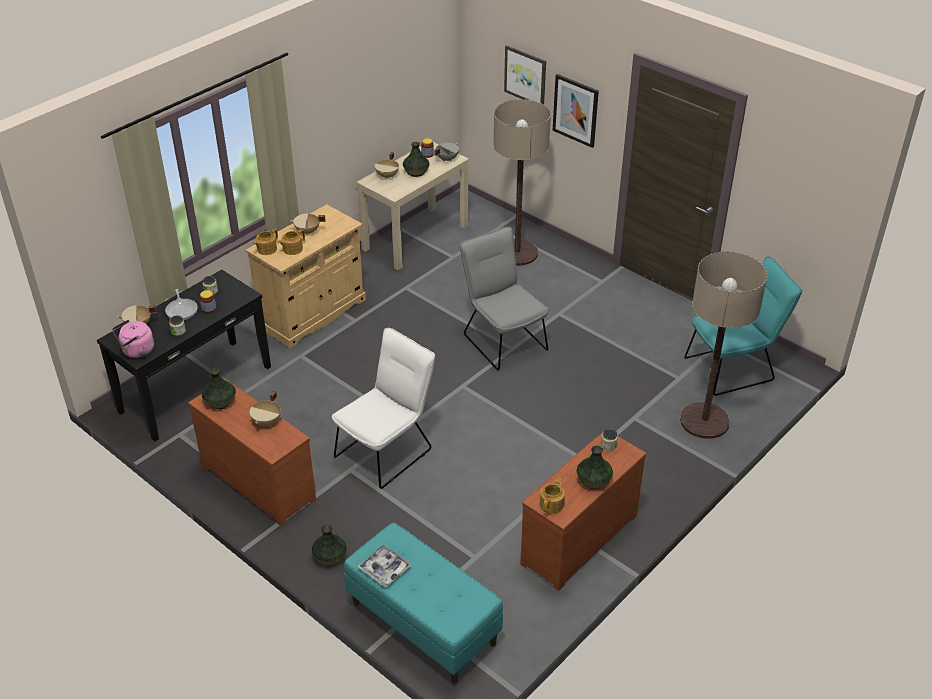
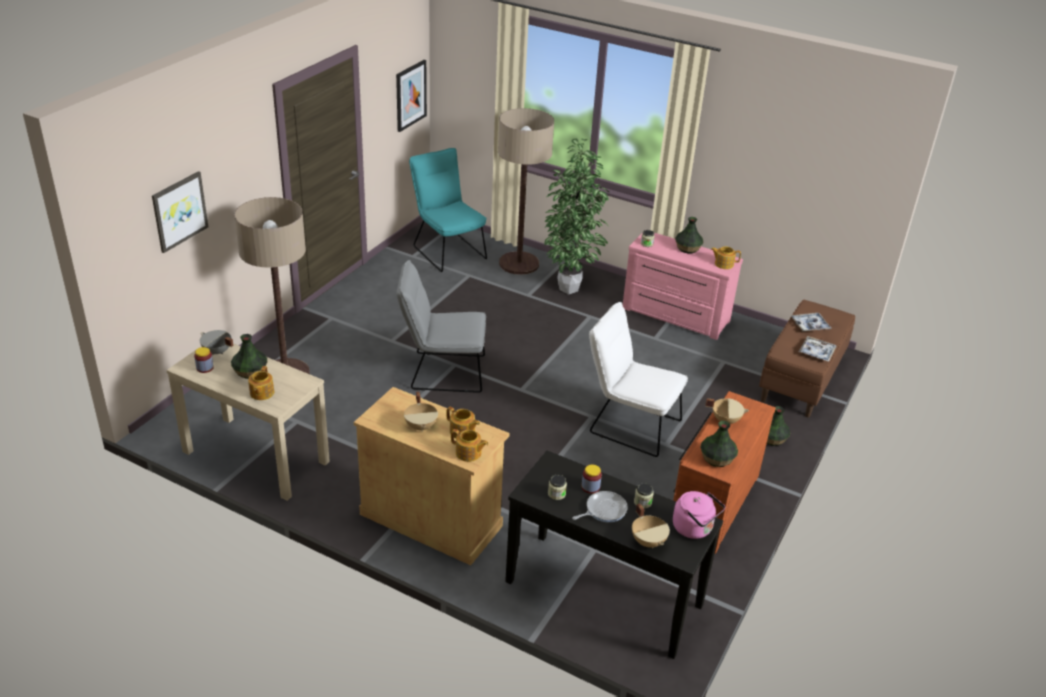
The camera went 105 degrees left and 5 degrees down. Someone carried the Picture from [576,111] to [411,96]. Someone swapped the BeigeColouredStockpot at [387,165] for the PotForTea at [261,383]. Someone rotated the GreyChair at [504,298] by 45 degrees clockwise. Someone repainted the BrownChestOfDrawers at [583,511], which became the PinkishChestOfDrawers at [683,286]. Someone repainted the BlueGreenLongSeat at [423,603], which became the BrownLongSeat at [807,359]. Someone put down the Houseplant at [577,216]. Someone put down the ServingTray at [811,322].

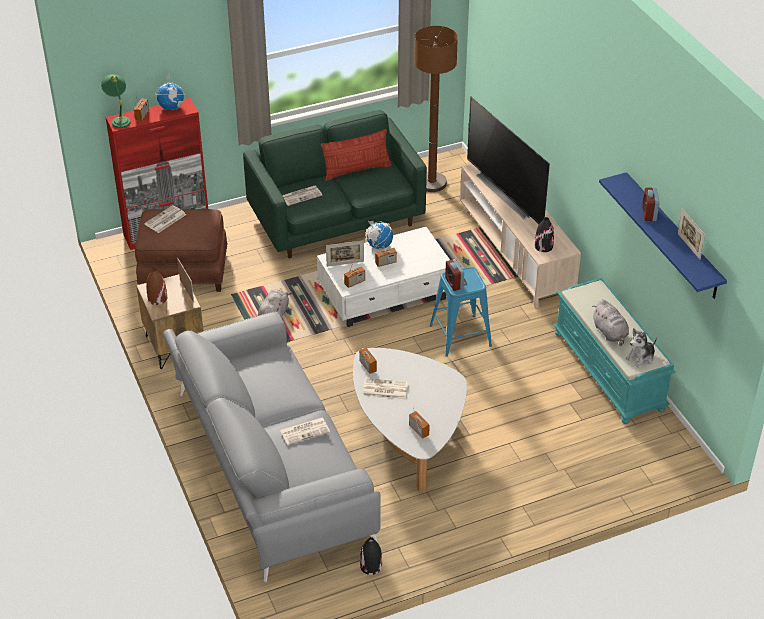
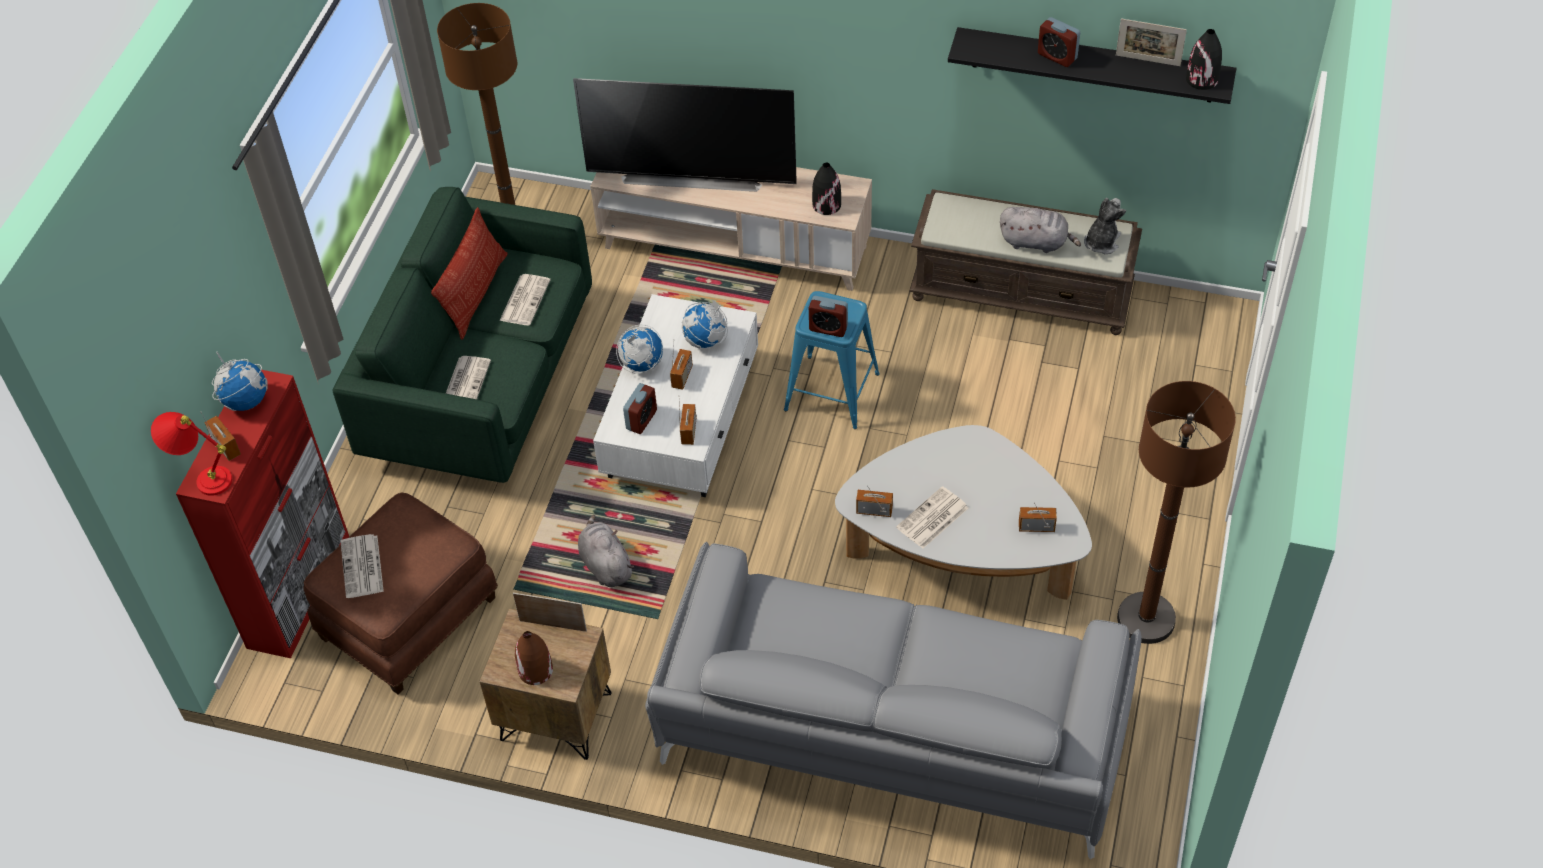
The camera went 50 degrees left and 10 degrees up. Someone repainted the GreenishTabletopLamp at [116,101], which became the RedTabletopLamp at [191,454]. Someone repainted the BlueShelf at [663,235], which became the BlackColouredShelf at [1092,65]. Someone swapped the PictureFrame at [345,253] for the AlarmClock at [640,408]. Someone repainted the BlueGreenLongSeat at [614,351], which became the BrownLongSeat at [1026,262]. Someone rotated the PlushToy at [641,348] by 150 degrees counterclockwise. Someone carried the PrintedPaper from [305,431] to [525,300]. Someone carried the BlackColouredVase from [371,556] to [1204,59]. Someone put down the WorldGlobe at [705,323]. Someone put down the BrownStandingLamp at [1176,512].

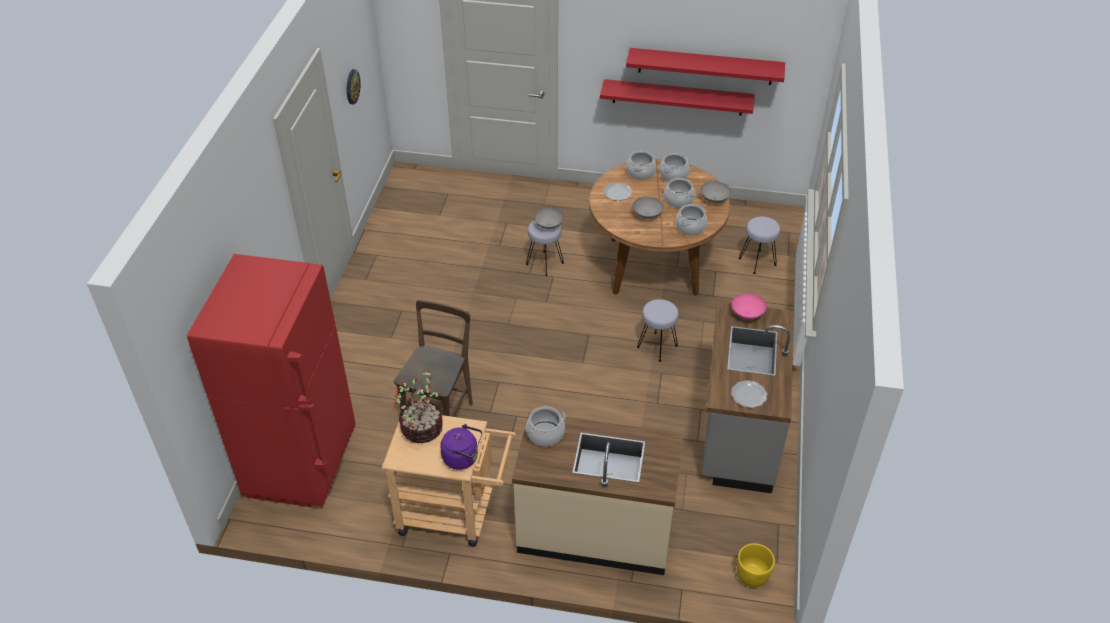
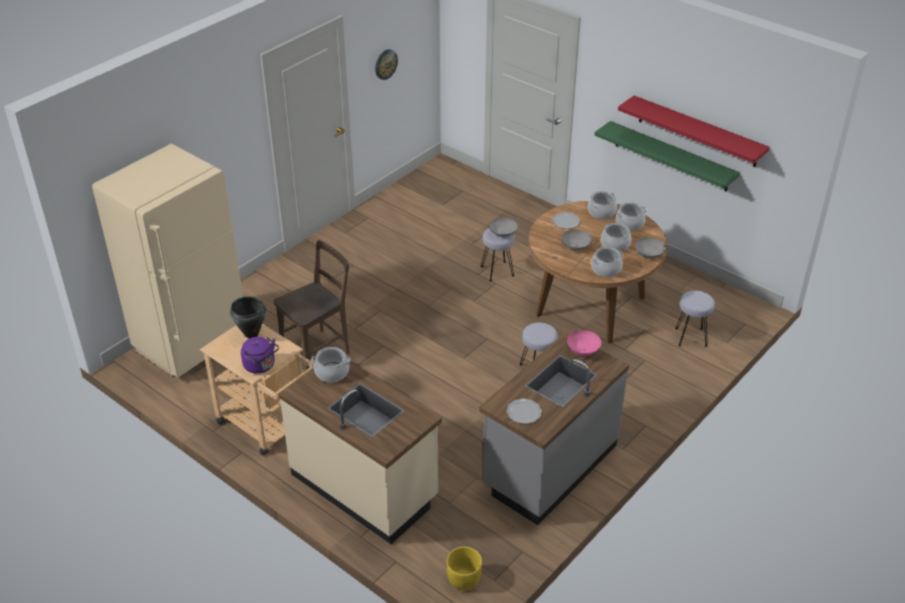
The camera went 30 degrees right and 5 degrees down. Someone repainted the RedShelf at [677,97], which became the GreenishShelf at [667,156]. Someone repainted the RedRefrigerator at [271,380], which became the BeigeColouredRefrigerator at [167,261]. Someone swapped the Houseplant at [418,406] for the BlackColouredStockpot at [248,317].

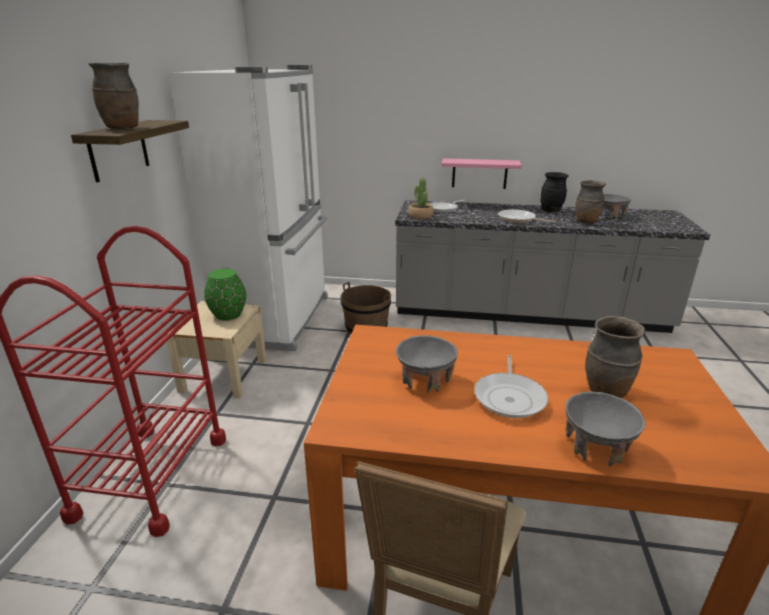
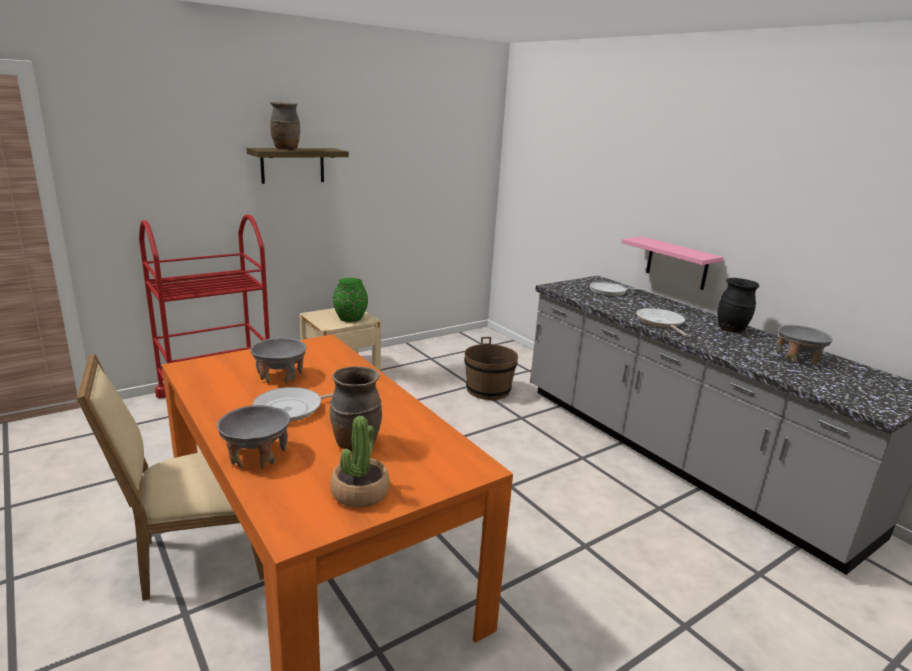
The camera went 45 degrees right and 5 degrees down. Someone took away the WhitishRefrigerator at [248,208]. Someone carried the Houseplant from [421,198] to [360,462]. Someone took away the BrownVase at [590,201].

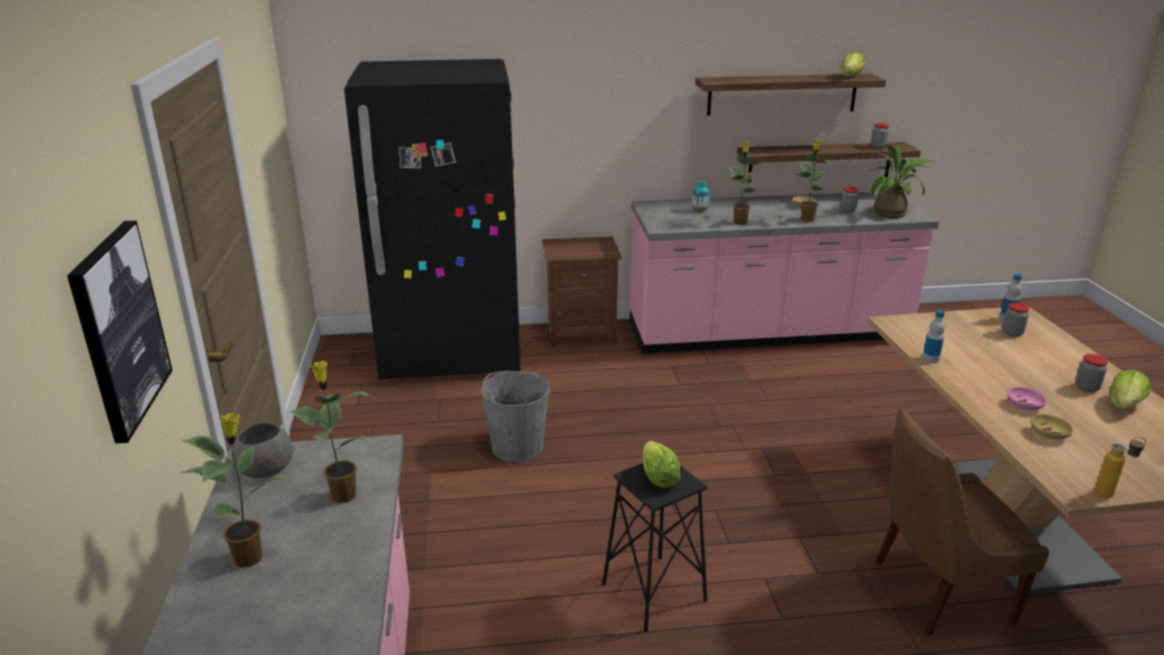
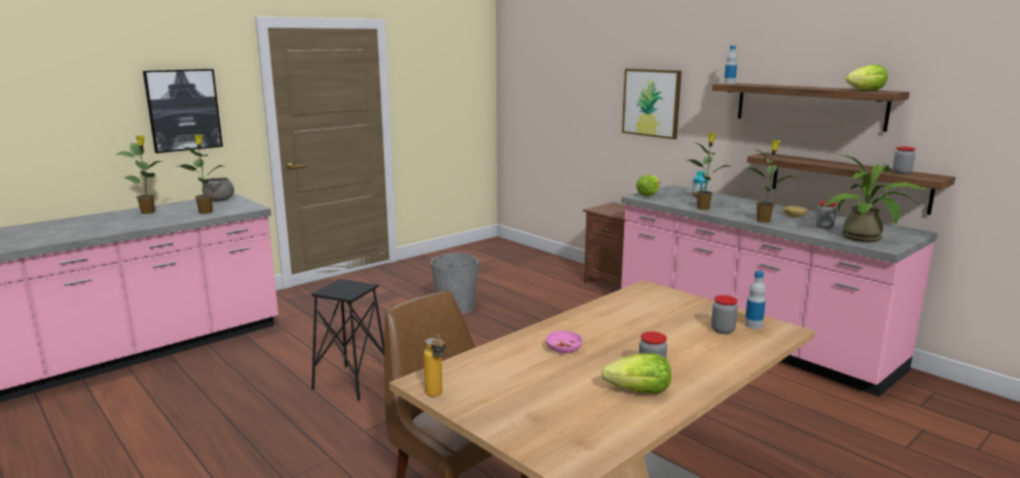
The camera went 55 degrees right and 10 degrees down. Someone took away the BlackColouredRefrigerator at [432,219]. Someone carried the Bottle from [933,337] to [730,65]. Someone took away the BeigeColouredBowl at [1052,427]. Someone carried the HeadOfLettuce from [662,464] to [648,185]. Someone put up the Picture at [652,104].

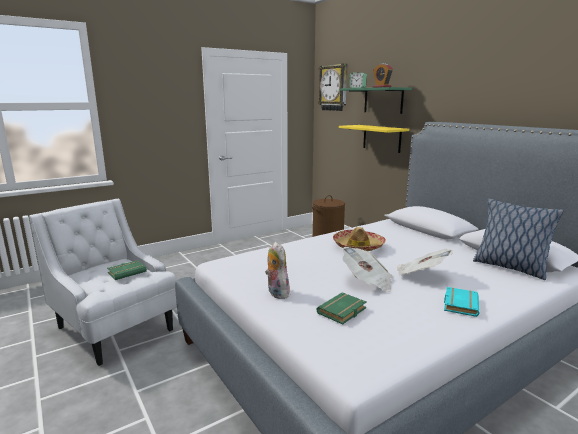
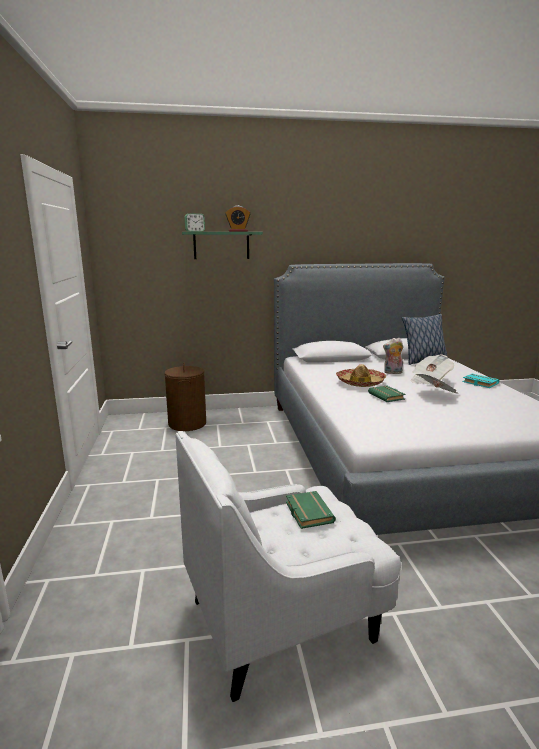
The camera went 65 degrees left and 0 degrees up. Someone took away the ClockOnTheWall at [333,87]. Someone took away the YellowShelf at [374,139]. Someone carried the PlushToy from [277,270] to [393,356]. Someone carried the GreenishVolume from [341,308] to [387,394].

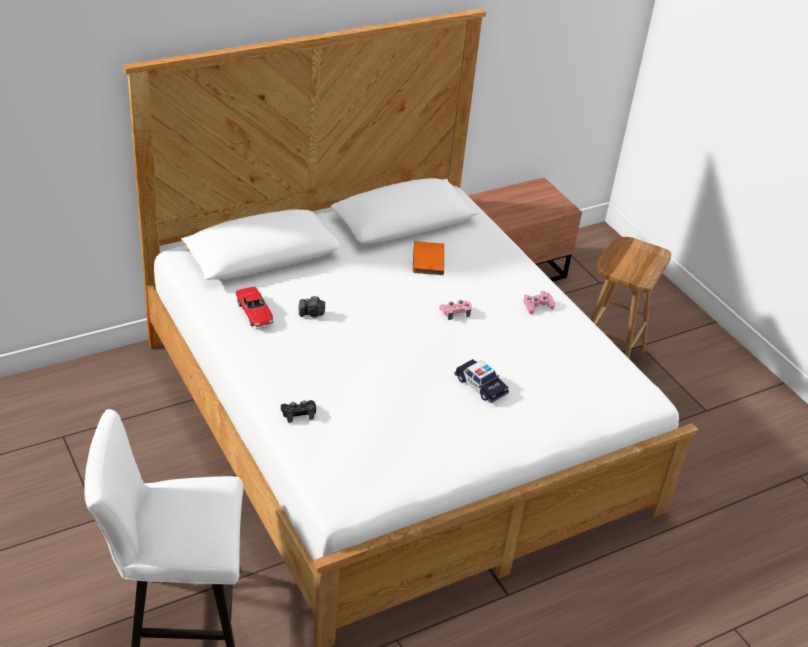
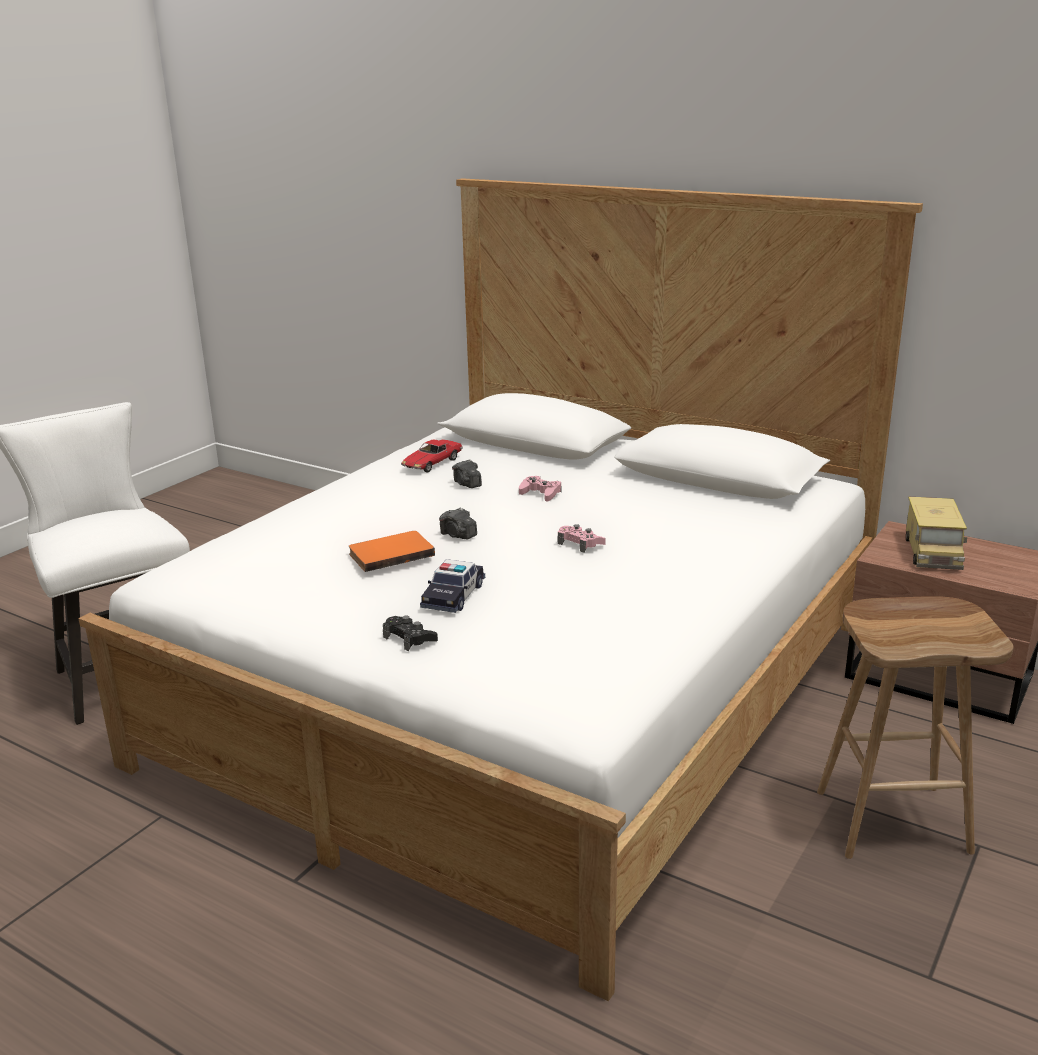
The camera went 65 degrees right and 15 degrees down. Someone carried the OrangeVolume from [428,258] to [392,551]. Someone carried the PinkishGameController from [539,302] to [540,489]. Someone carried the BlackColouredGameController from [298,411] to [410,633]. Someone put down the ToyLorry at [936,533]. Someone put down the StillCamera at [458,523].

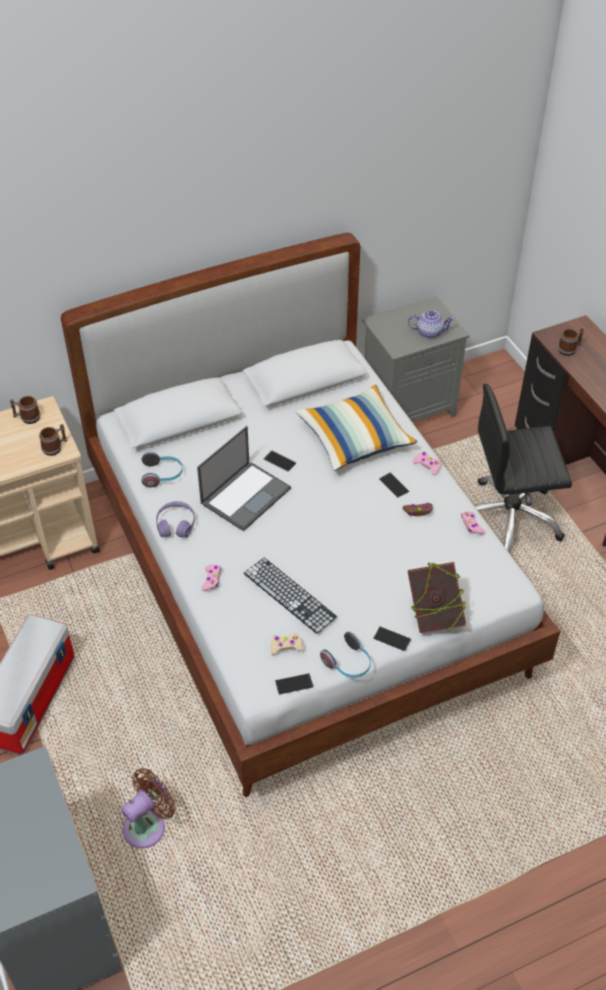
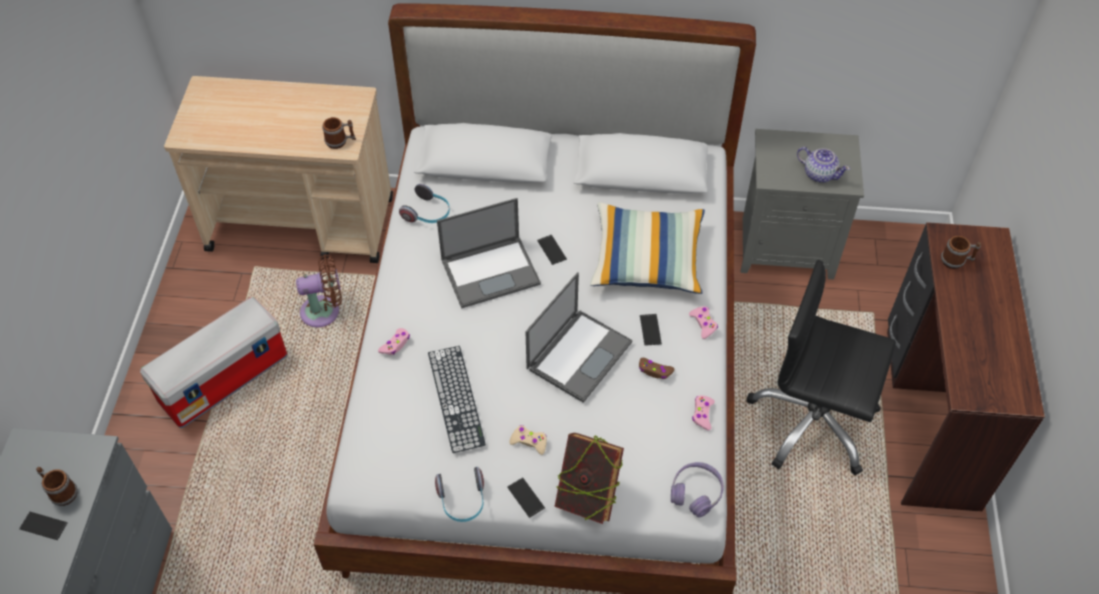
The camera went 30 degrees right and 5 degrees up. Someone carried the TeaMug from [25,410] to [57,486]. Someone carried the PurplePairOfHeadphones from [175,519] to [697,489]. Someone carried the BeigeColouredGameController from [286,644] to [528,440]. Someone carried the Handset from [294,683] to [43,526]. Someone carried the BrownCoolingFan from [148,808] to [319,290]. Someone put down the NotebookComputer at [578,337].

